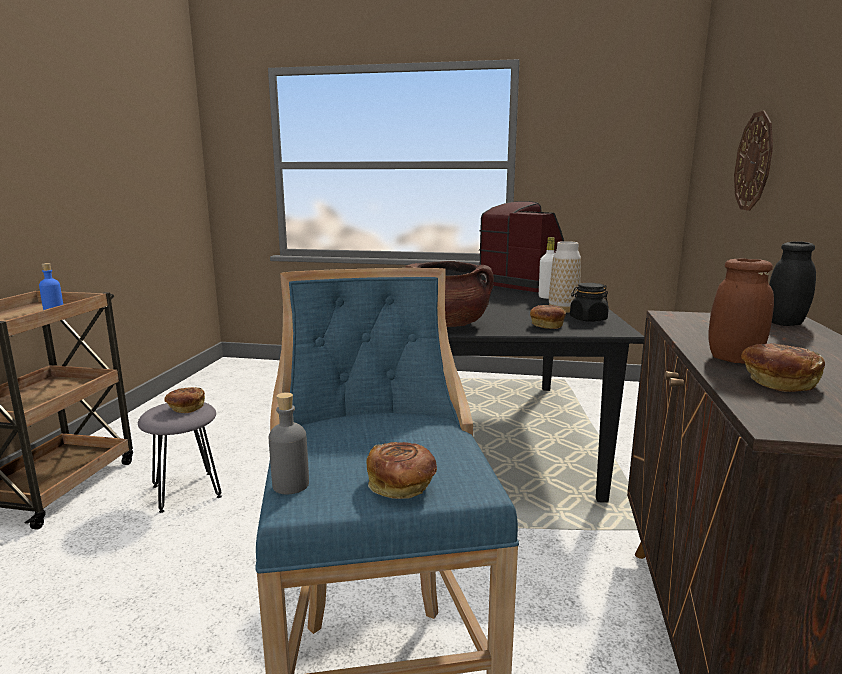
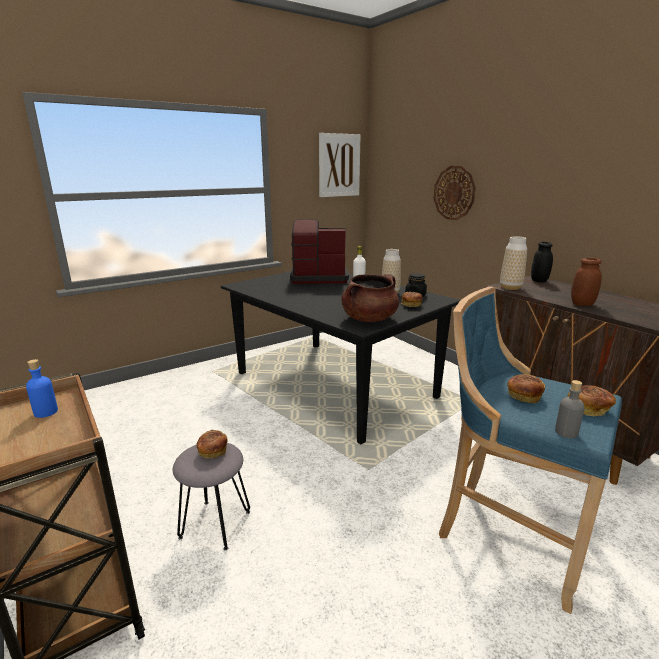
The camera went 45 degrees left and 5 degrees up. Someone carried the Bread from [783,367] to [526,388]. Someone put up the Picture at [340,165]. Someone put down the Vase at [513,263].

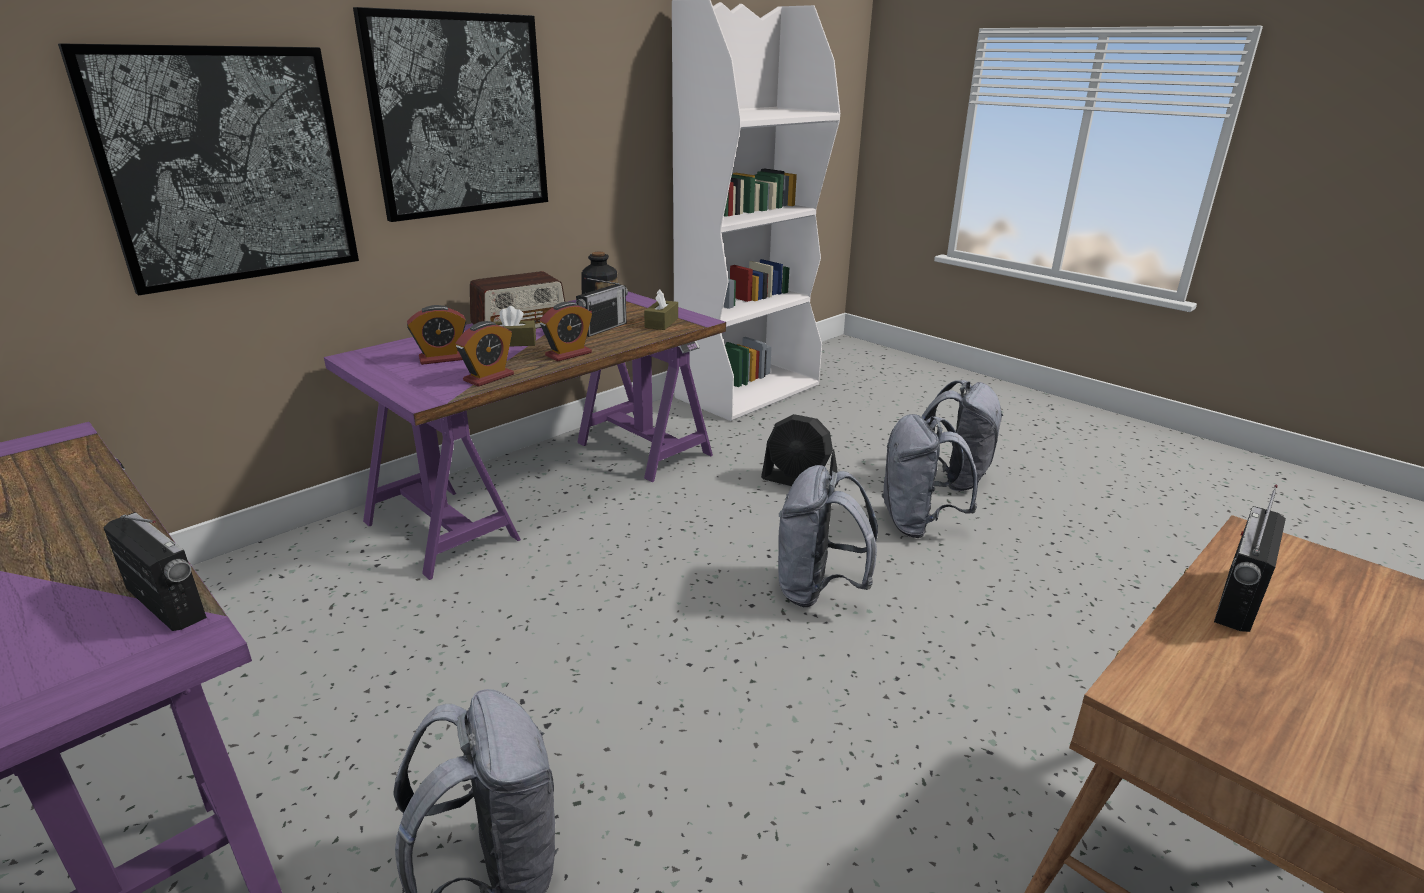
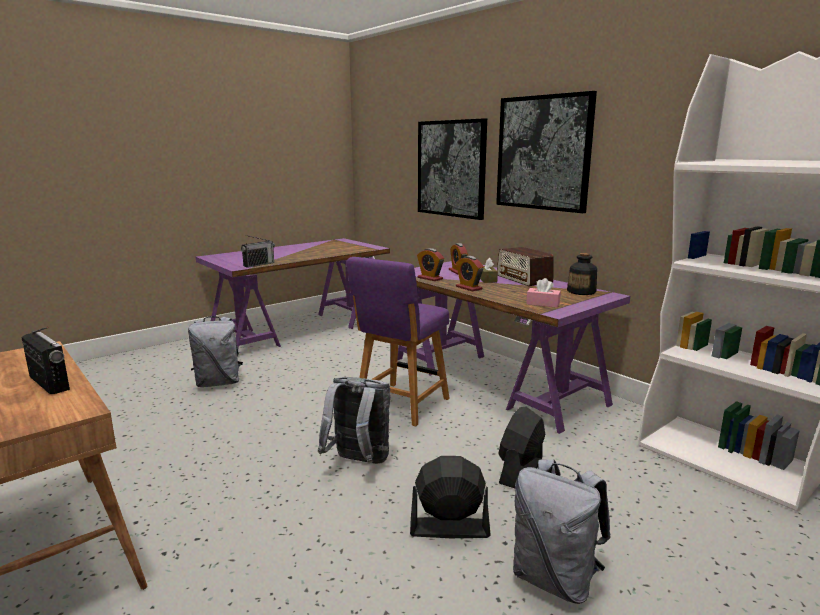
The camera went 95 degrees right and 10 degrees down. Someone took away the RadioReceiver at [602,307]. Someone repainted the BrownTissueHolder at [661,309], which became the PinkishTissueHolder at [543,293]. Someone swapped the GreyBackpack at [929,476] for the BlackColouredCoolingFan at [450,497]. Someone put down the PurpleChair at [398,341].

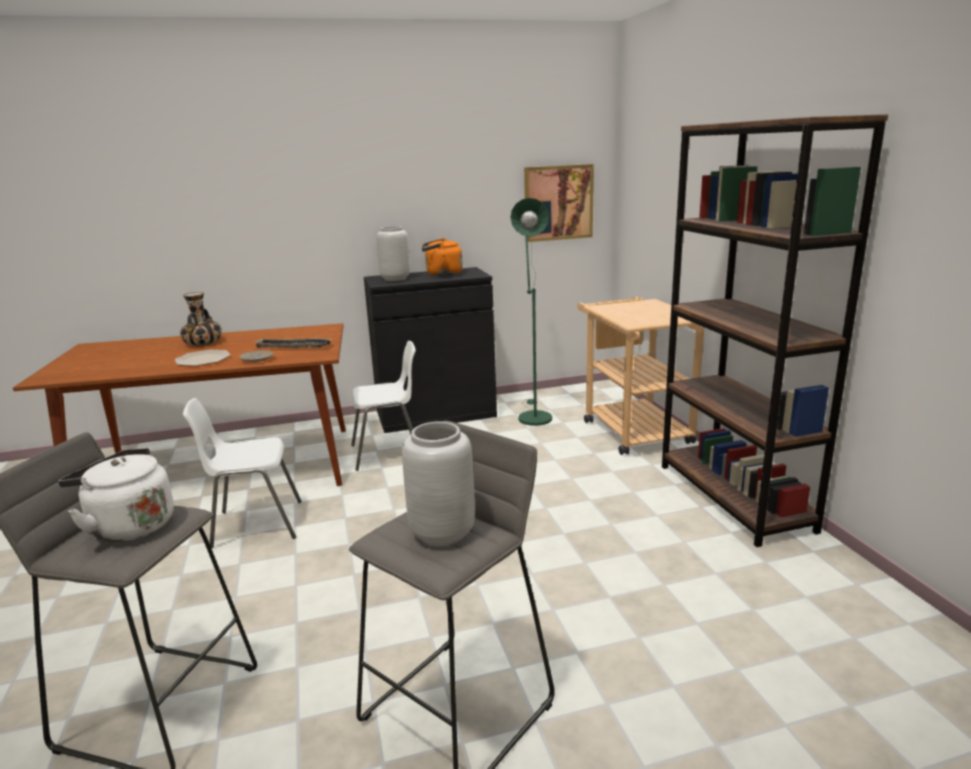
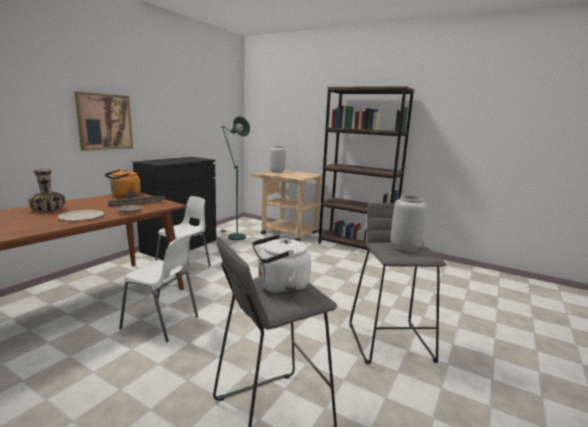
The camera went 45 degrees left and 5 degrees down. Someone carried the Picture from [559,203] to [103,121]. Someone carried the GreyVase from [393,253] to [278,159]. Someone carried the OrangeKettle from [442,257] to [123,183]. Someone rotated the WhitishChair at [242,473] by 105 degrees counterclockwise.

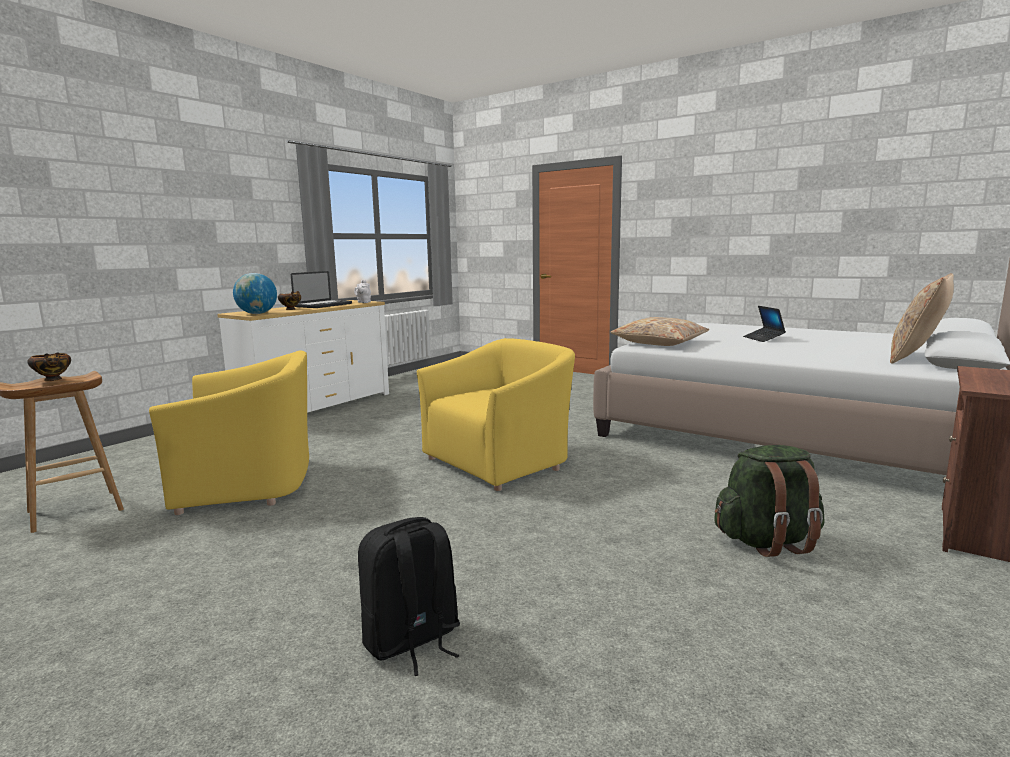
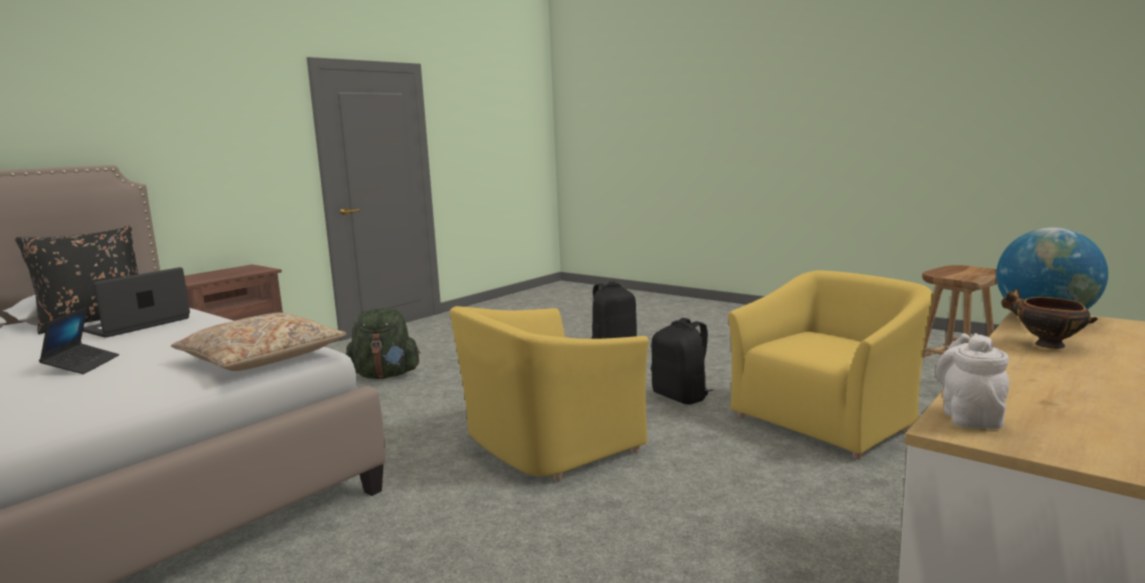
The camera went 175 degrees left and 0 degrees up. Someone carried the NotebookComputer from [321,289] to [136,302]. Someone repainted the BeigeColouredPillow at [922,318], which became the BlackColouredPillow at [76,279]. Someone rotated the YellowArmchair at [229,433] by 150 degrees clockwise. Someone took away the Bowl at [49,366]. Someone put down the BlackColouredBackpack at [682,361].

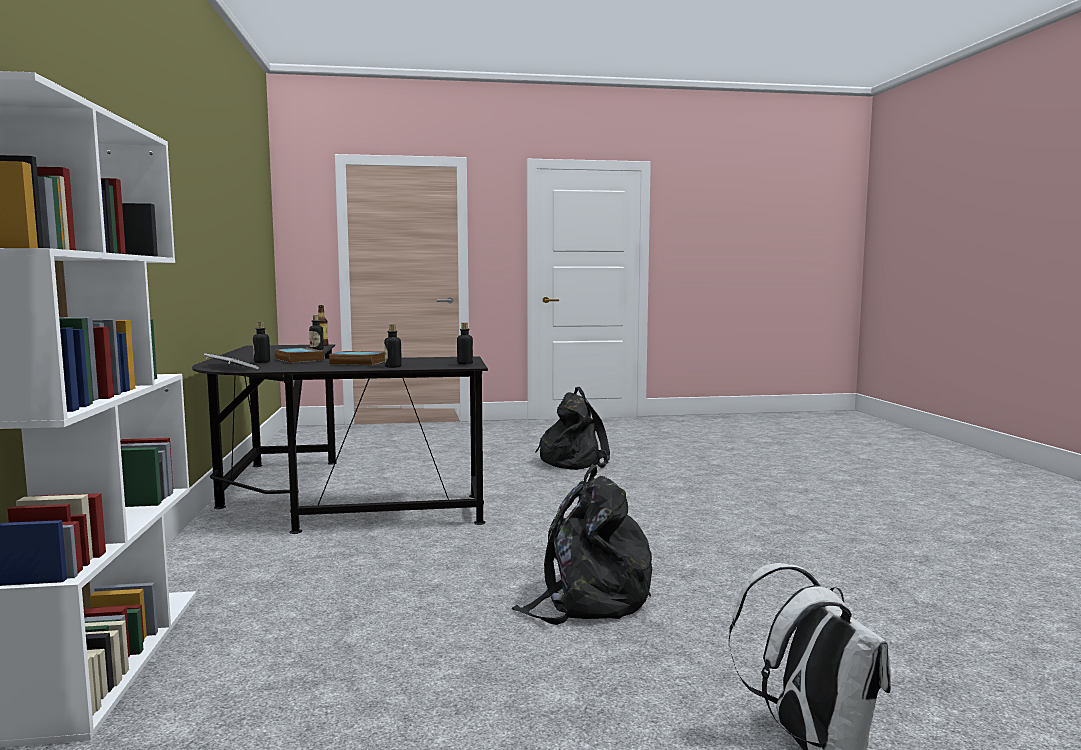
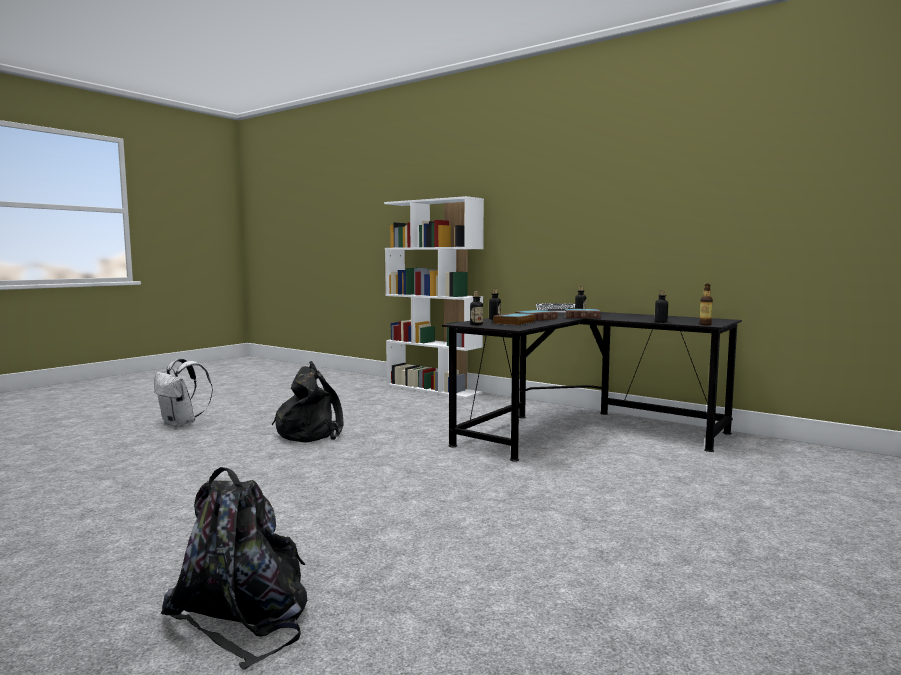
The camera went 135 degrees right and 0 degrees up. Someone carried the BlackColouredBackpack from [572,428] to [234,568]. Someone put down the Volume at [514,319].

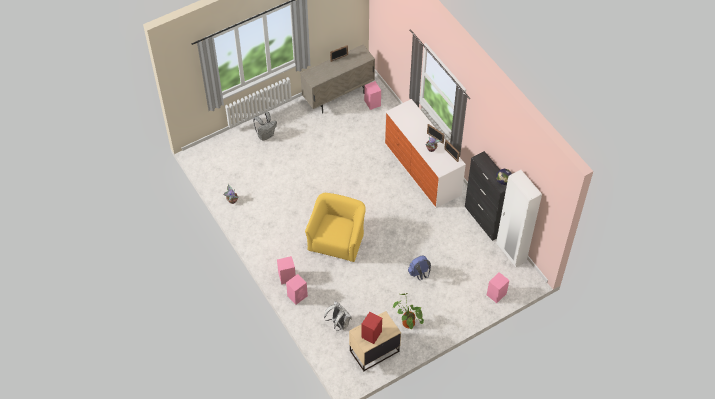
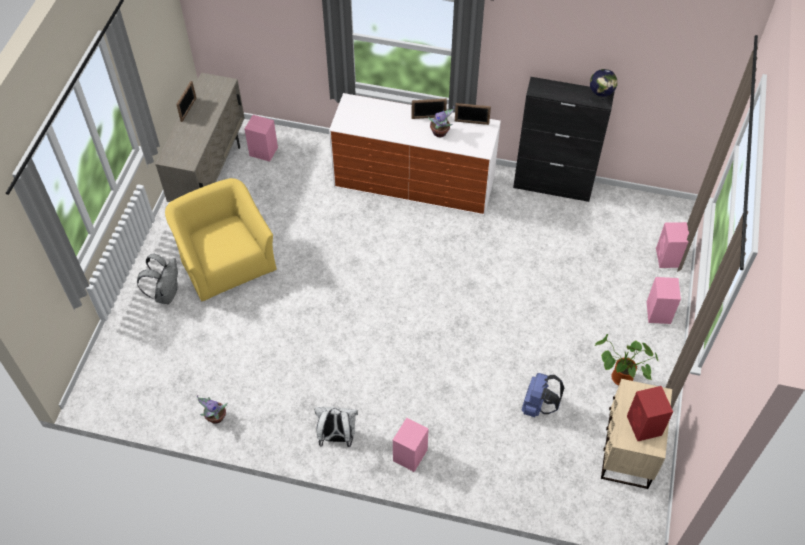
The camera went 45 degrees left and 0 degrees up. Someone took away the WhitishClothesCupboard at [519,219]. Someone carried the YellowArmchair from [335,227] to [221,239]. Someone carried the BlueBackpack from [419,267] to [543,395]. Someone carried the PinkishSpeaker from [297,289] to [664,300]. Someone carried the WhitishBackpack from [338,316] to [336,427].

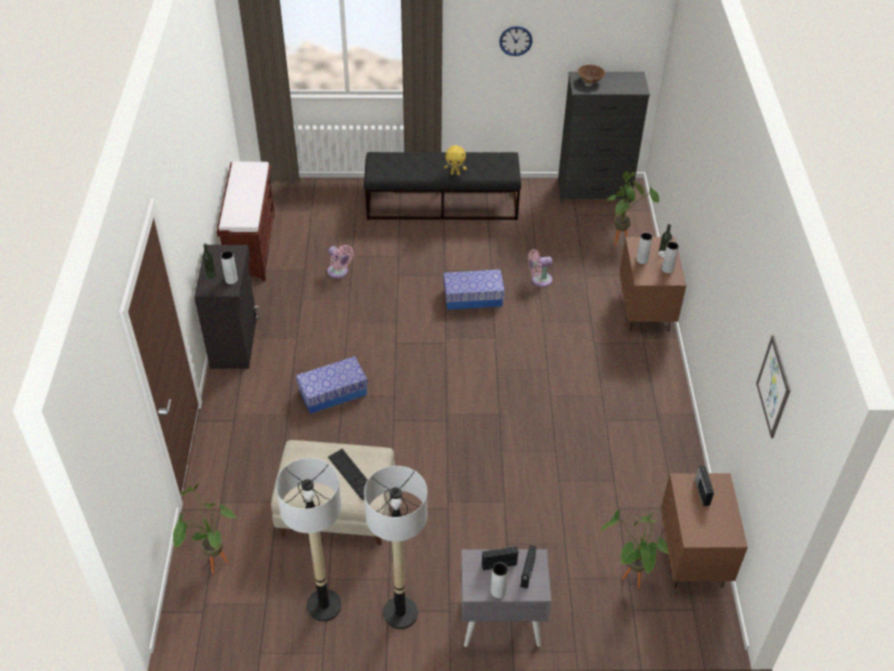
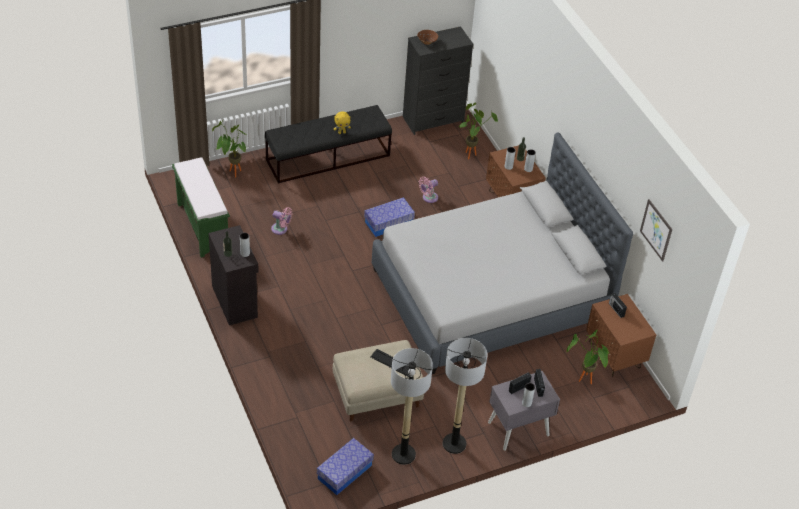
The camera went 25 degrees left and 0 degrees up. Someone took away the ClockOnTheWall at [515,41]. Someone repainted the BrownLongSeat at [245,221], which became the GreenishLongSeat at [201,207]. Someone carried the StorageContainer from [332,385] to [345,466]. Someone carried the Houseplant from [205,528] to [229,148]. Someone put down the GreyBedroomBed at [502,253].

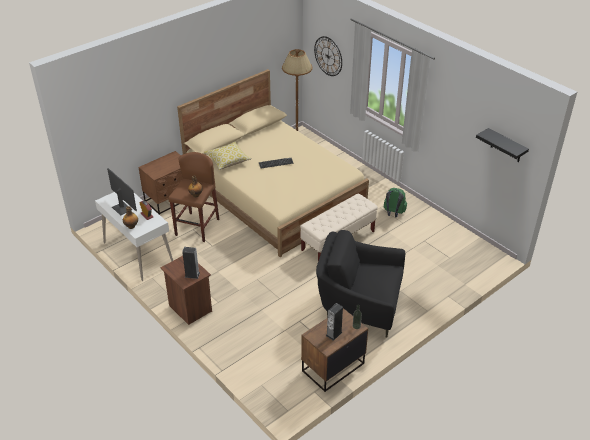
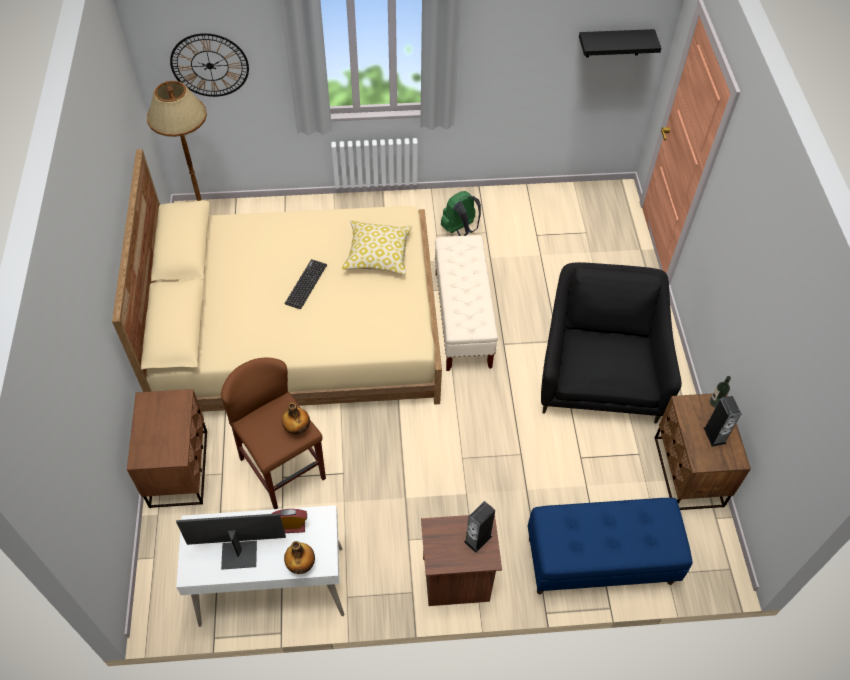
The camera went 55 degrees left and 15 degrees up. Someone carried the Pillow from [228,155] to [377,247]. Someone rotated the BlackColouredArmchair at [360,284] by 135 degrees clockwise. Someone put down the BlueLongSeat at [610,546].

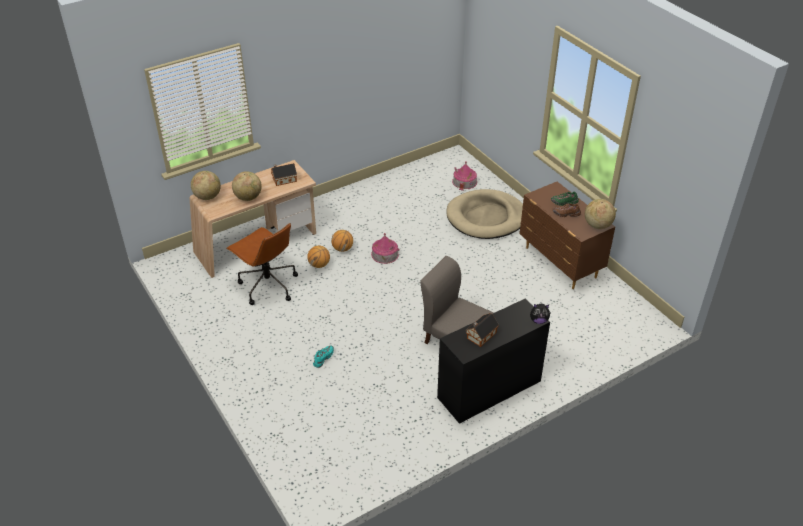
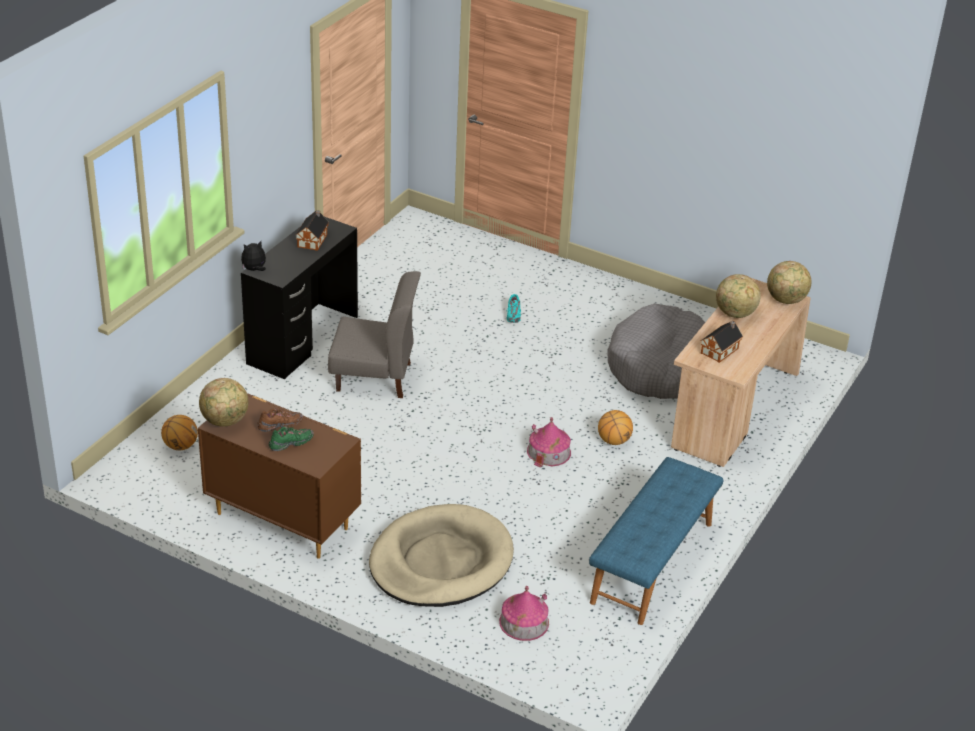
The camera went 150 degrees right and 5 degrees down. Someone swapped the BrownOfficeChair at [262,264] for the GreyDogCushion at [656,351]. Someone carried the Basketball from [318,257] to [179,432]. Someone put down the BlueLongSeat at [656,541].

